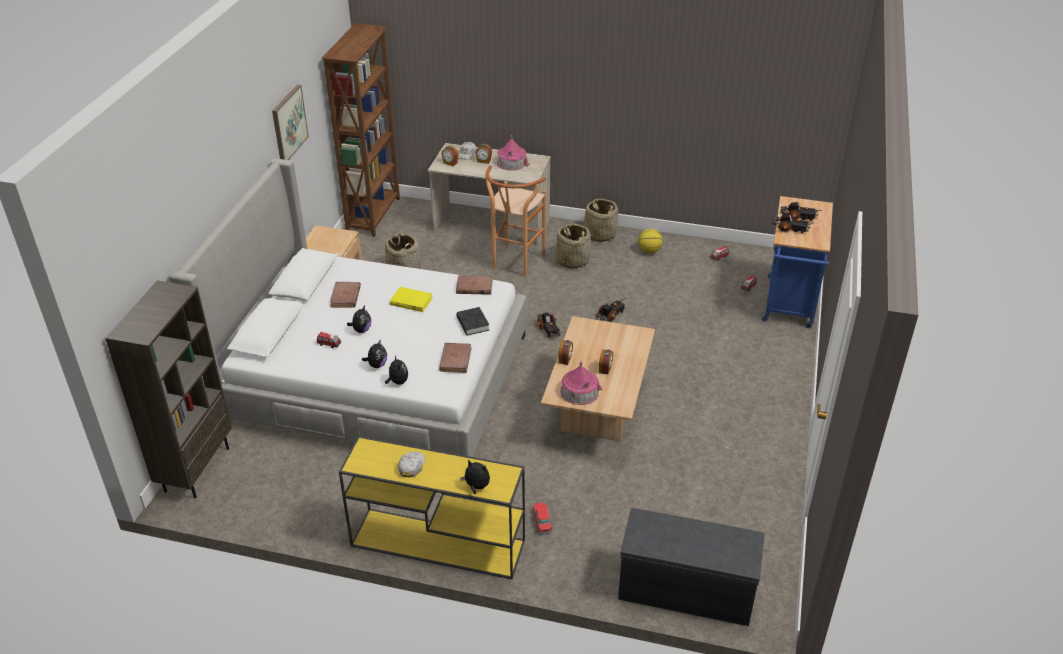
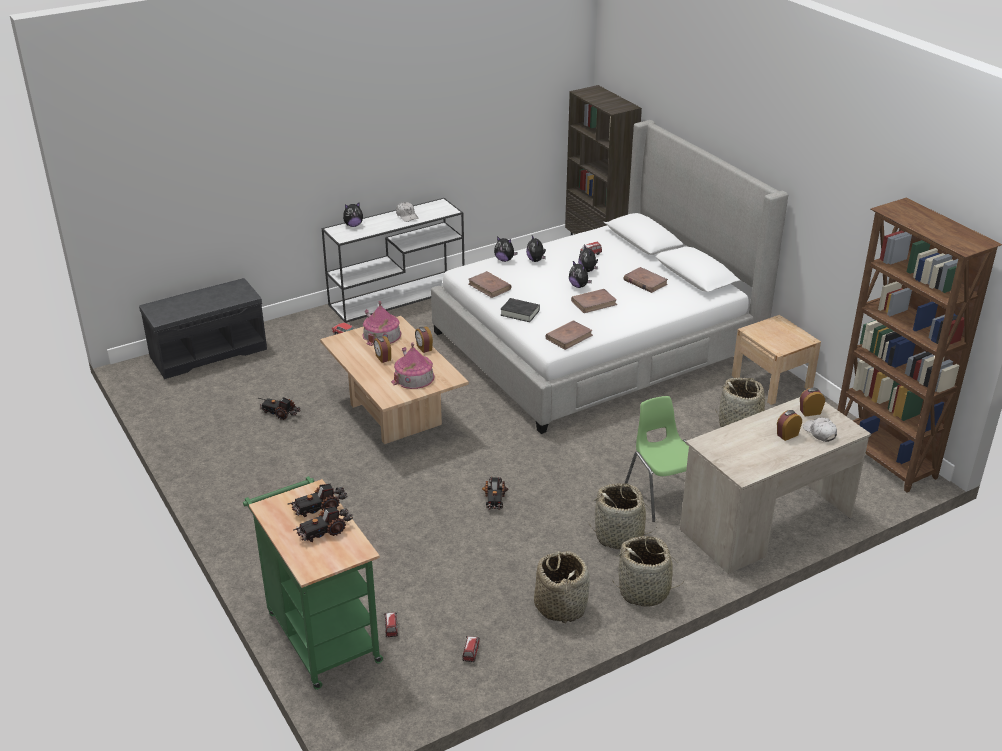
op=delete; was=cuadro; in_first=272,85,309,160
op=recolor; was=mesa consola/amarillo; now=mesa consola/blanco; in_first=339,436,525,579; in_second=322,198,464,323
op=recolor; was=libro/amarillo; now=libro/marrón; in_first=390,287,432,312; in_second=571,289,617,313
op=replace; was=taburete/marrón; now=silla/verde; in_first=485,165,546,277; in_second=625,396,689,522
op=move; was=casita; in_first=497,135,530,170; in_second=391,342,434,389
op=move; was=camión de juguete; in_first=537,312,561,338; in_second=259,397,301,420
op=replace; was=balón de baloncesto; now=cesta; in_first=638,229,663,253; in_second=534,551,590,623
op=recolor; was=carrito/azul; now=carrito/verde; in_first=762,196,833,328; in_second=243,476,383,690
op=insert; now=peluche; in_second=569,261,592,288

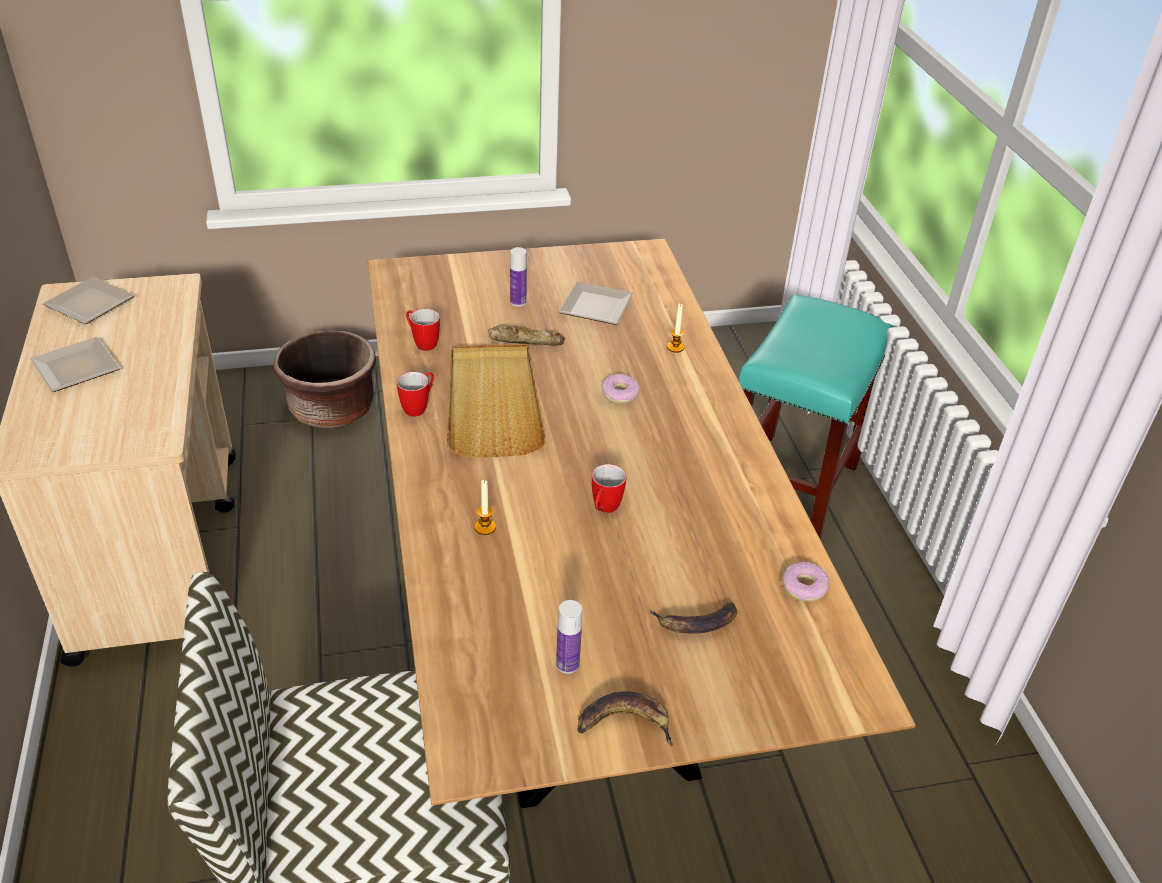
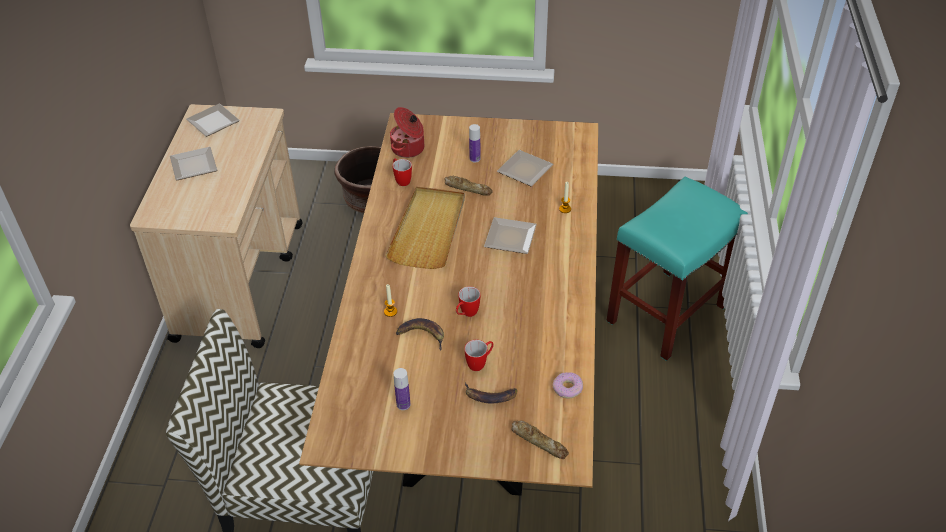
op=move; was=taza grande; in_first=397,372,434,417; in_second=464,340,494,371
op=move; was=plátano; in_first=578,691,673,746; in_second=396,318,444,350
op=replace; was=rosquilla; now=plato; in_first=601,374,640,404; in_second=484,217,537,254
op=insert; now=olla; in_second=390,107,424,158
op=insert; now=pan; in_second=512,420,569,459

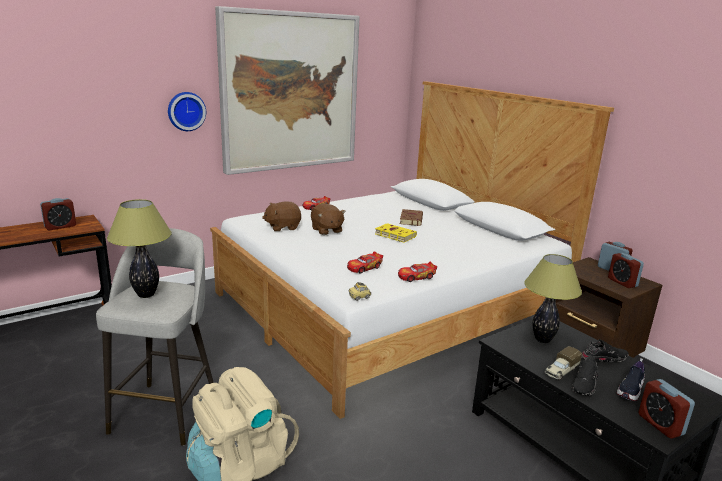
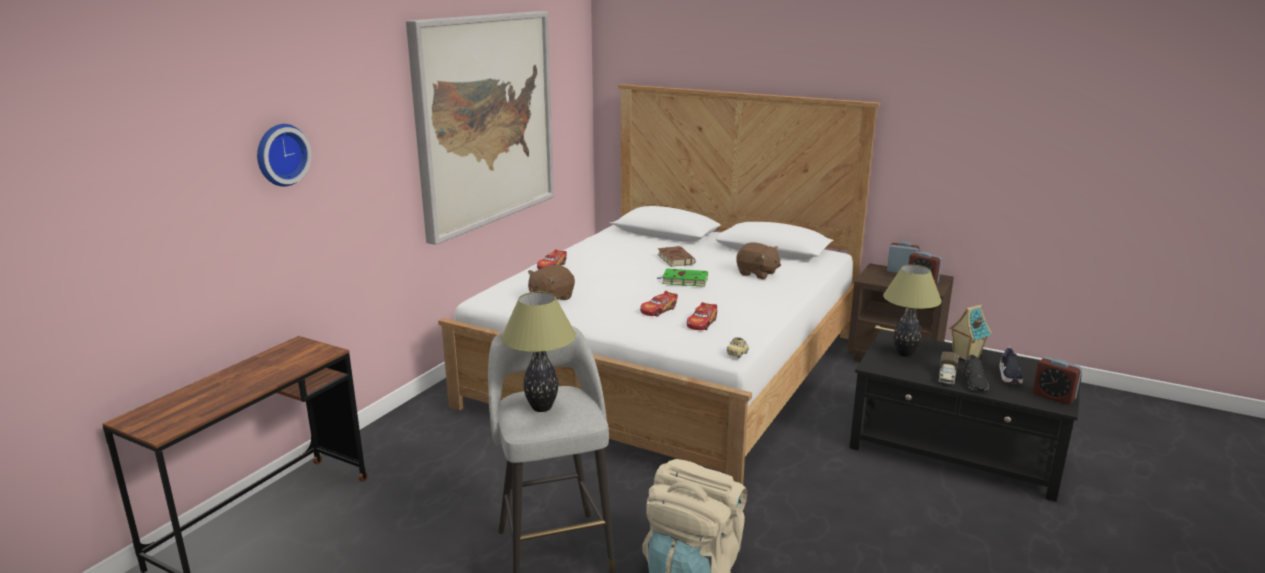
op=delete; was=despertador; in_first=40,198,76,231
op=move; was=reloj de pared; in_first=168,92,206,131; in_second=257,124,312,187
op=move; was=peluche/marrón; in_first=311,203,346,235; in_second=736,242,781,279
op=recolor; was=libro/amarillo; now=libro/verde; in_first=375,223,417,243; in_second=657,268,708,287
op=move; was=coche de juguete; in_first=398,261,437,282; in_second=640,291,678,317
op=replace; was=zapato/negro; now=casita; in_first=582,339,629,363; in_second=949,305,992,360

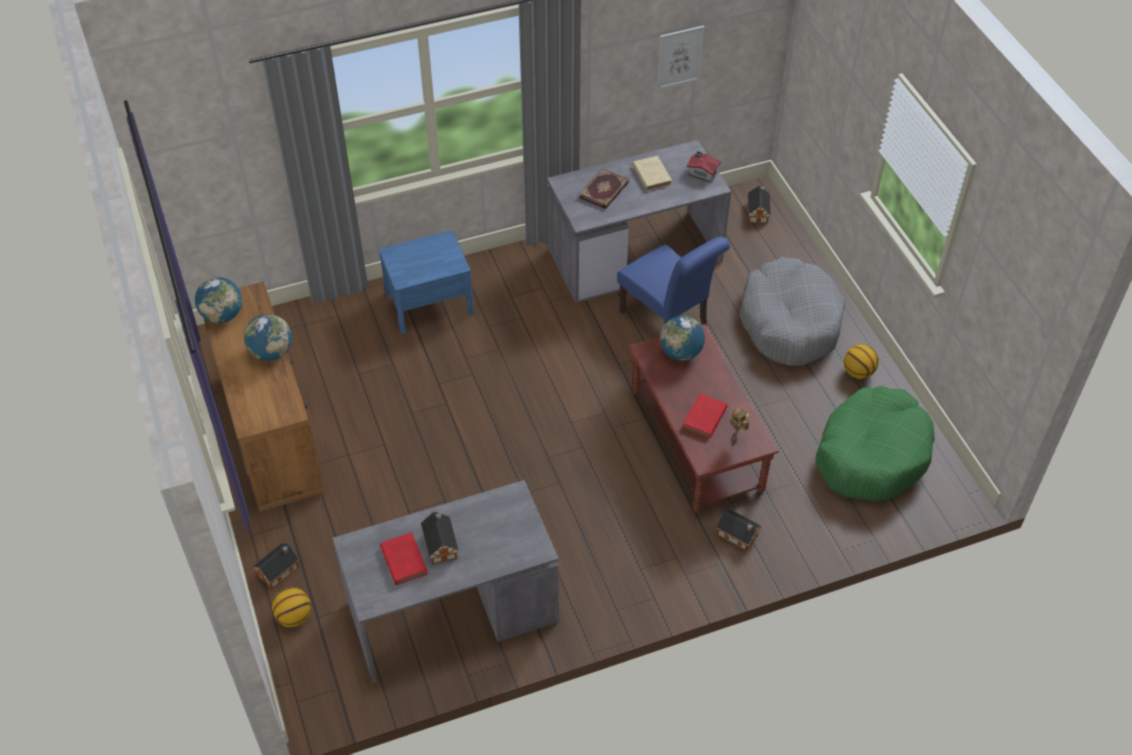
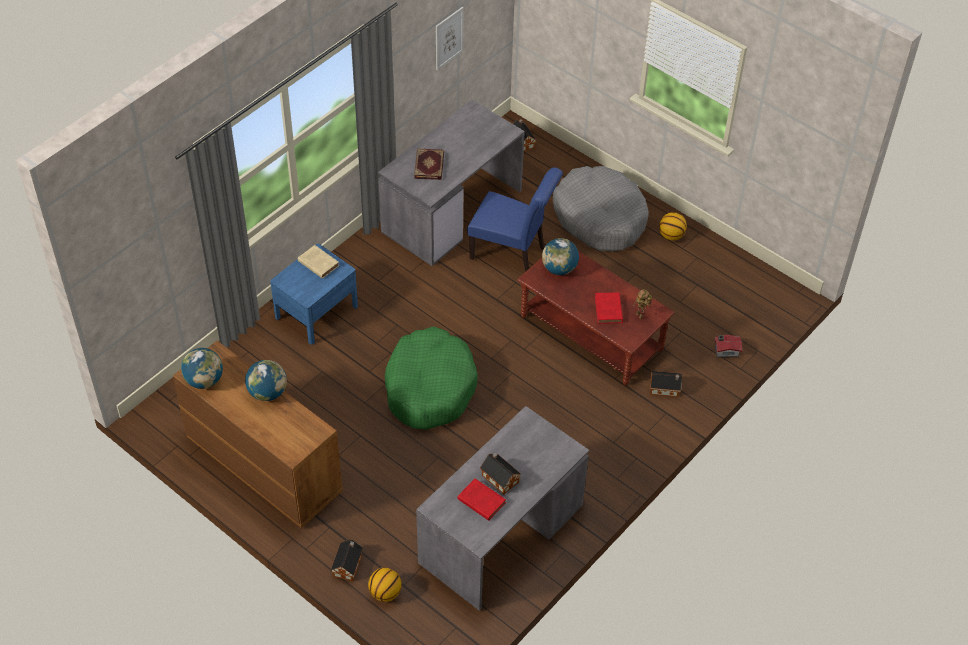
op=move; was=libro/beis; in_first=633,156,672,191; in_second=298,245,339,279
op=move; was=casita; in_first=687,151,721,183; in_second=714,335,742,358
op=move; was=cama para perro/verde; in_first=816,386,935,501; in_second=385,326,478,430

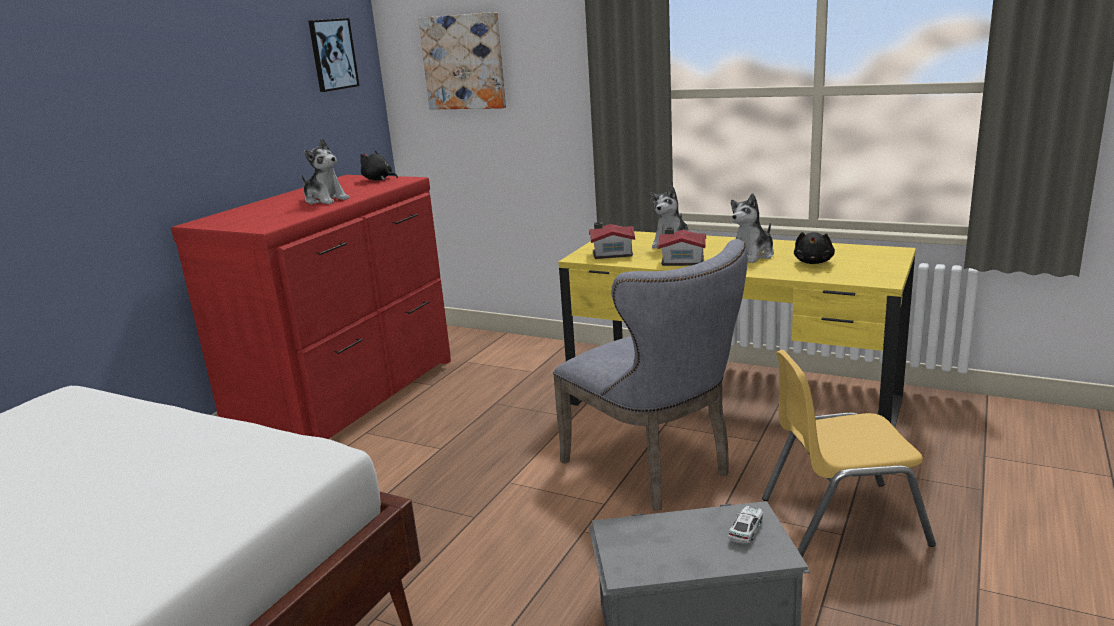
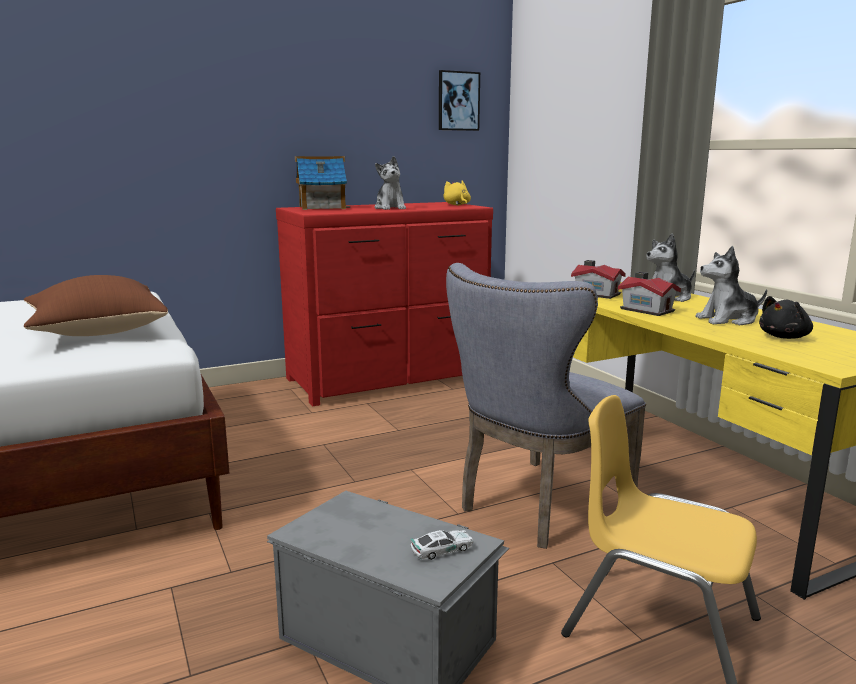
op=recolor; was=peluche/negro; now=peluche/amarillo; in_first=360,150,398,180; in_second=444,181,471,205
op=delete; was=cuadro; in_first=418,12,506,110
op=rotate; was=silla/gris; in_first=553,239,748,511; in_second=446,263,646,549; clockwise=45
op=insert; now=cojín/marrón; in_second=24,275,168,336
op=insert; now=casita; in_second=295,156,350,210

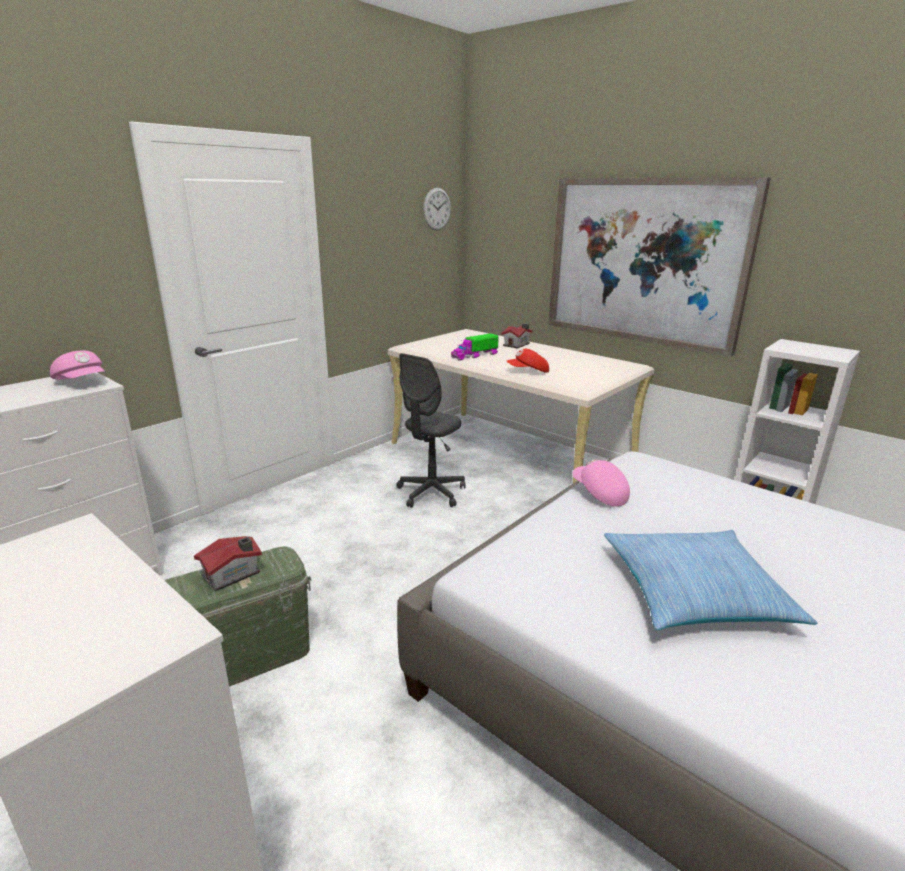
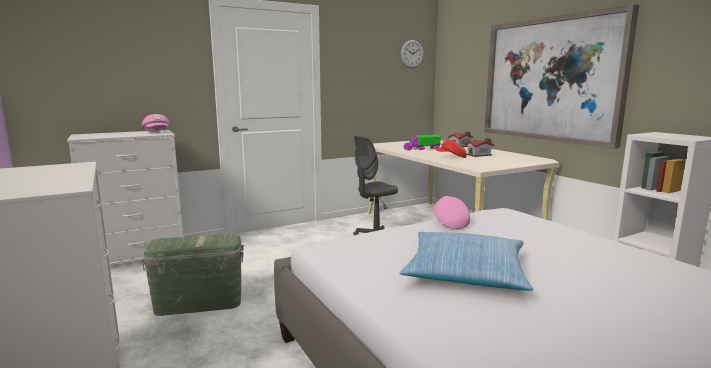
op=move; was=casita; in_first=194,536,262,592; in_second=465,138,495,157

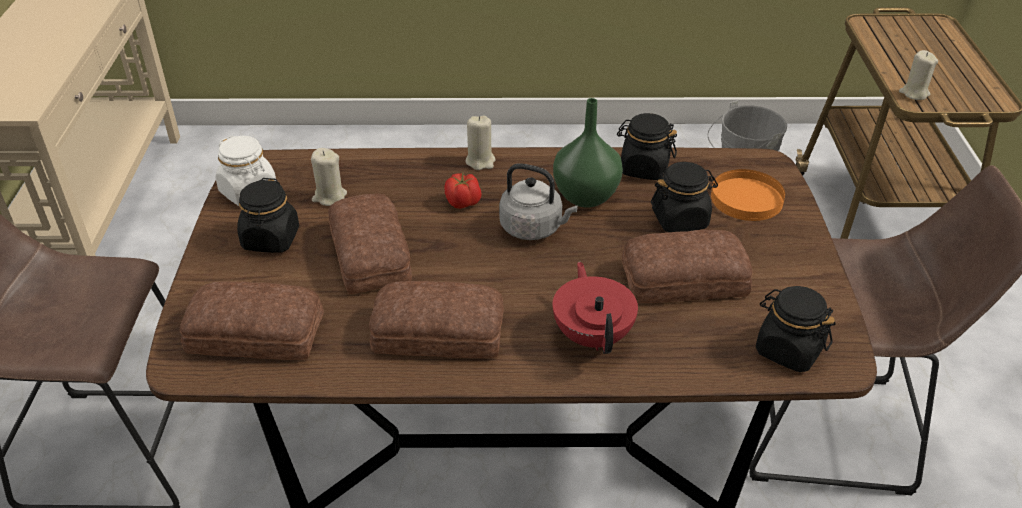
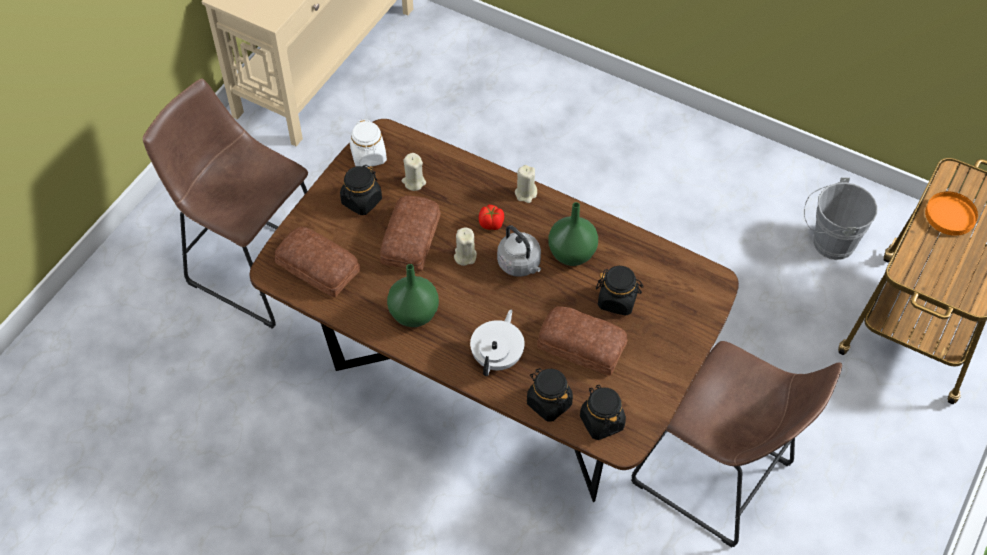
op=replace; was=pan; now=florero/verde; in_first=369,281,504,358; in_second=387,264,439,327
op=recolor; was=tetera/rojo; now=tetera/blanco; in_first=553,262,638,354; in_second=470,310,525,376
op=move; was=tarro/negro; in_first=617,113,677,180; in_second=527,368,573,421
op=move; was=plato/naranja; in_first=711,169,785,221; in_second=925,191,978,236
op=move; was=vela/beis; in_first=899,50,938,100; in_second=454,228,477,266

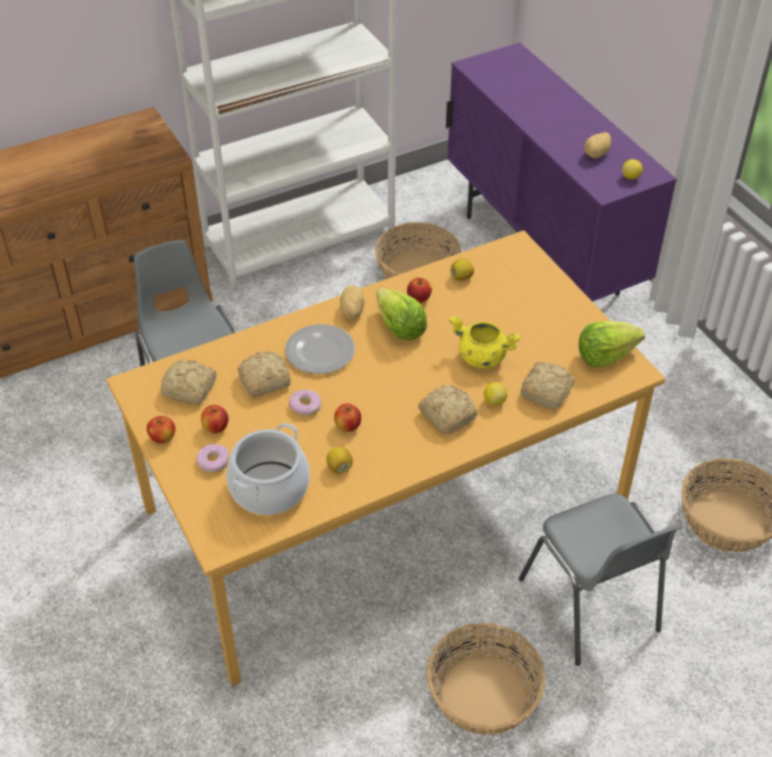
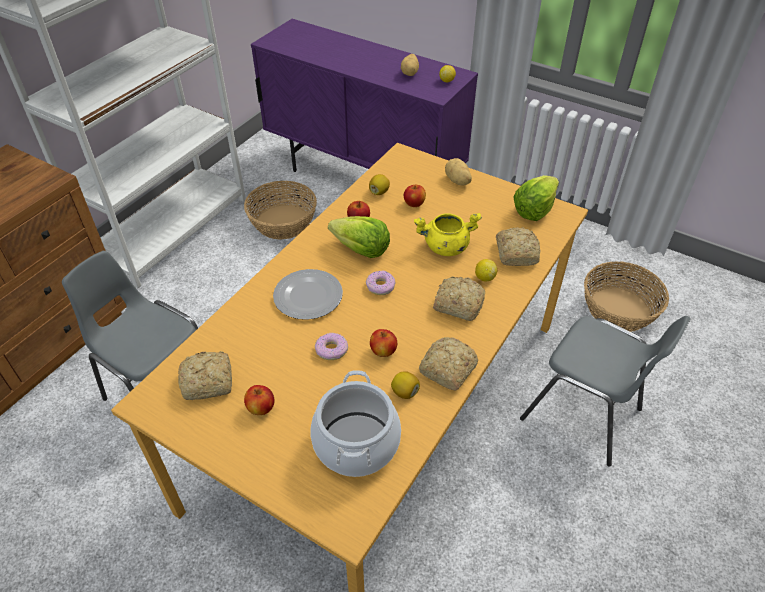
op=move; was=manzana; in_first=147,416,176,444; in_second=404,185,426,207
op=move; was=rosquilla; in_first=196,444,230,473; in_second=366,271,396,295
op=move; was=pan; in_first=237,351,291,397; in_second=419,337,478,391
op=move; was=patata; in_first=340,285,365,319; in_second=445,158,472,186
op=delete; was=cesta; in_first=427,623,546,735

